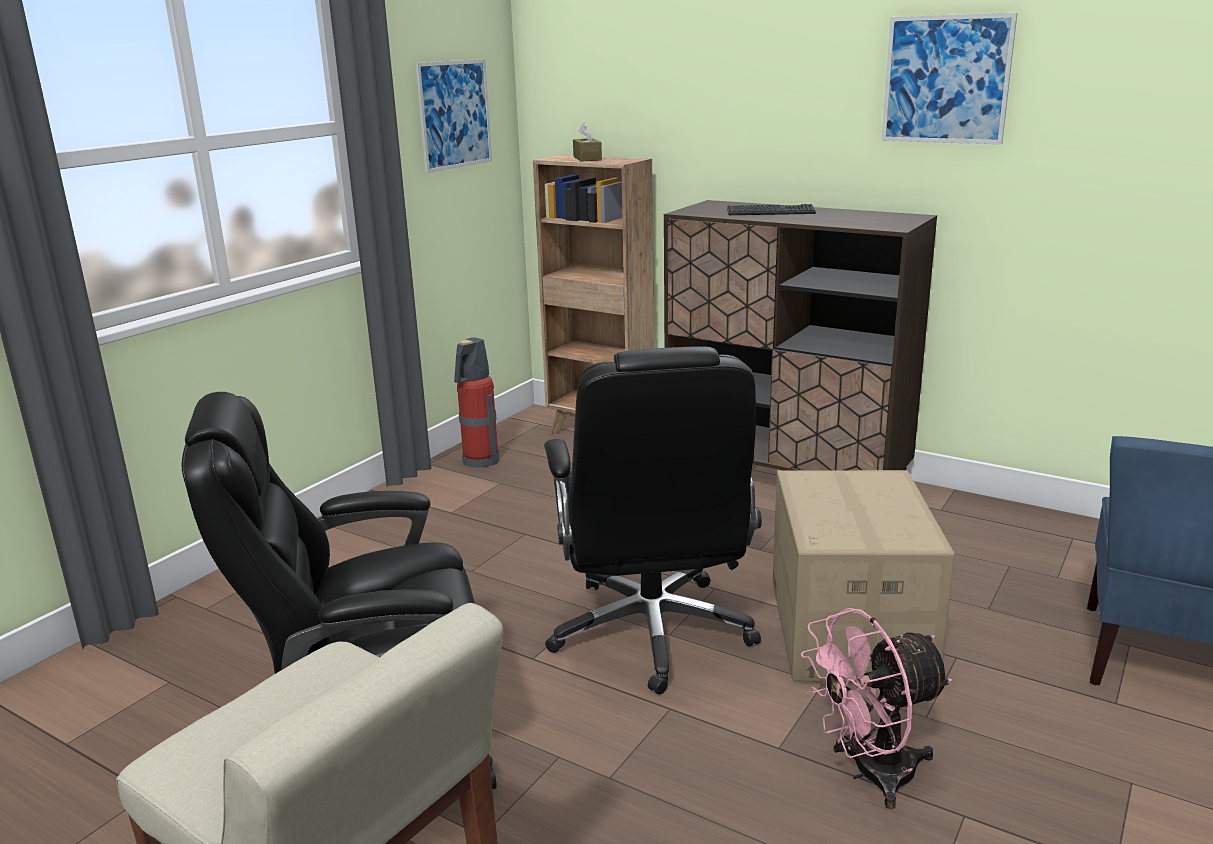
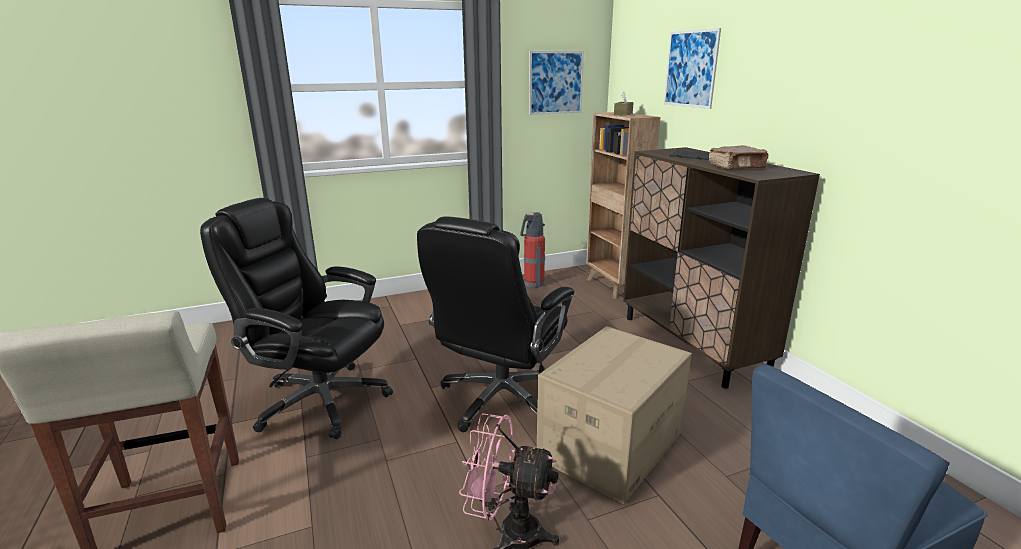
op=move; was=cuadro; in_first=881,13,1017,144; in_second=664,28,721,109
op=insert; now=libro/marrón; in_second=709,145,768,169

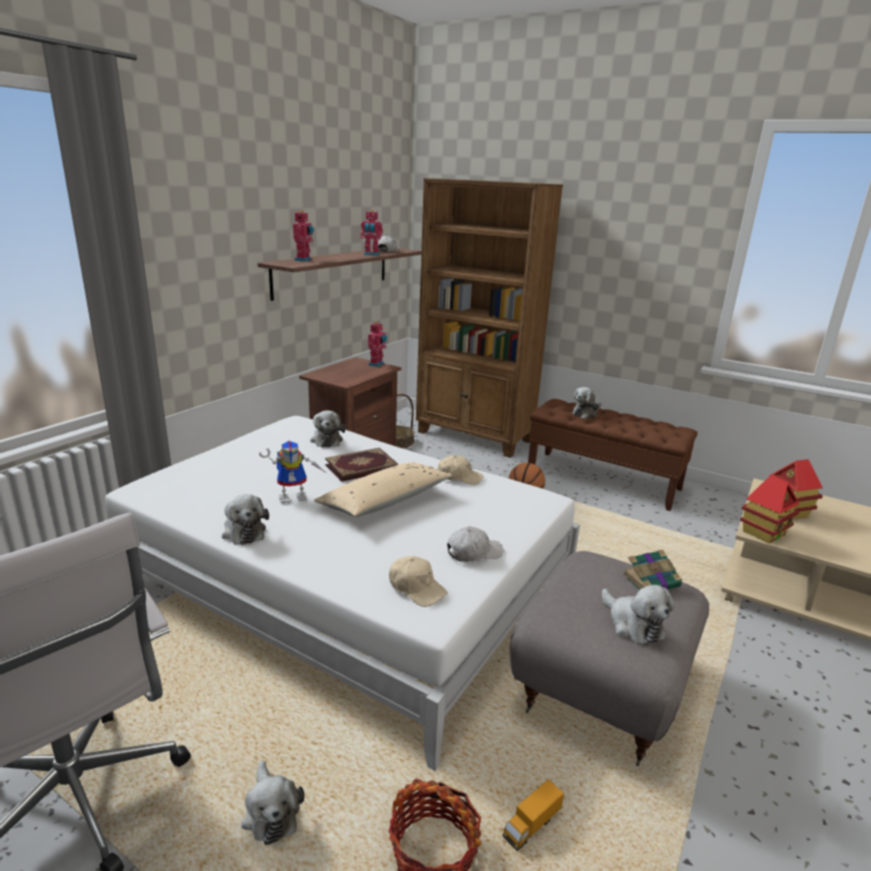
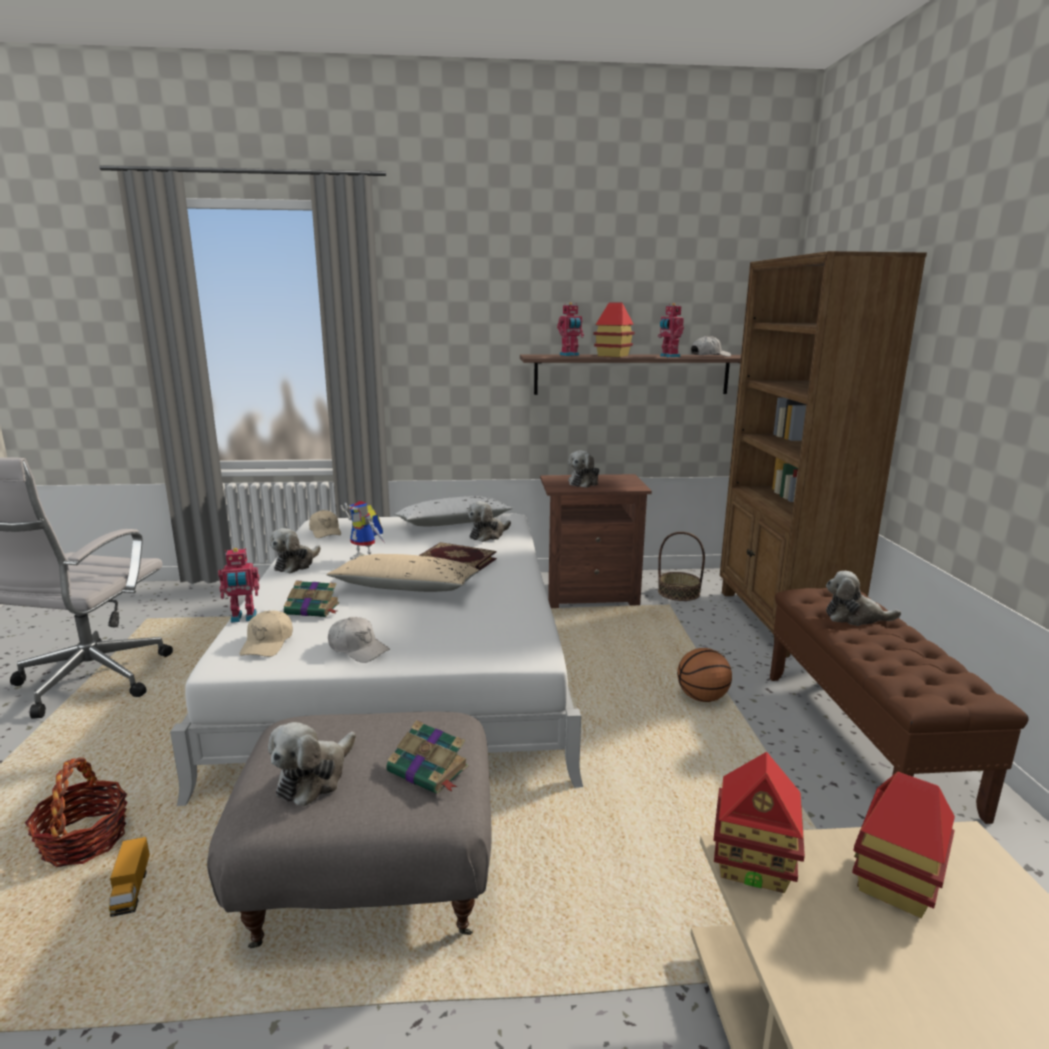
op=move; was=peluche; in_first=241,760,304,845; in_second=568,450,600,488
op=move; was=robot de juguete; in_first=368,322,387,367; in_second=218,548,259,623
op=move; was=gorra/beis; in_first=438,455,483,485; in_second=309,510,341,538
op=rotate; was=camión de juguete; in_first=502,779,564,851; in_second=109,837,150,917; clockwise=-120
op=insert; now=libro; in_second=284,581,339,617
op=insert; now=cojín/blanco; in_second=395,496,512,526
op=insert; now=casita; in_second=593,303,635,357

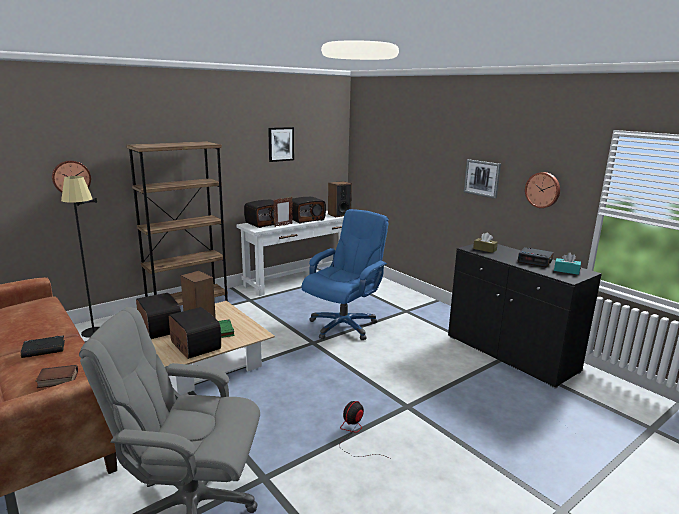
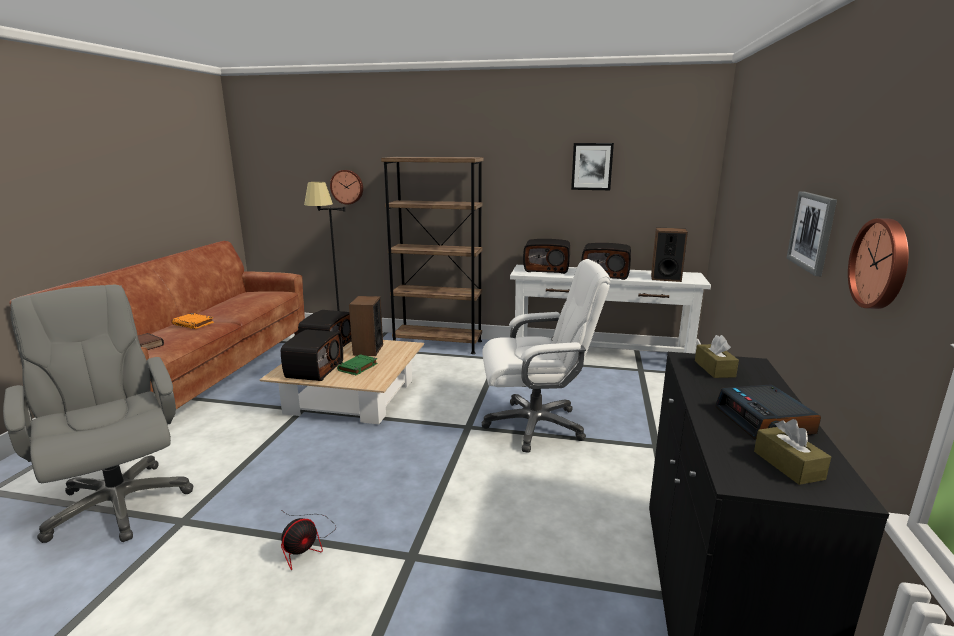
op=recolor; was=libro/negro; now=libro/naranja; in_first=21,335,65,358; in_second=172,313,214,329
op=delete; was=portarretratos; in_first=273,197,293,227
op=recolor; was=silla de oficina/azul; now=silla de oficina/blanco; in_first=301,209,388,340; in_second=482,259,610,453
op=rotate; was=ventilador; in_first=340,401,390,459; in_second=281,512,336,570; clockwise=135
op=recolor; was=caja de pañuelos/turquesa; now=caja de pañuelos/marrón; in_first=554,252,581,275; in_second=754,419,831,485

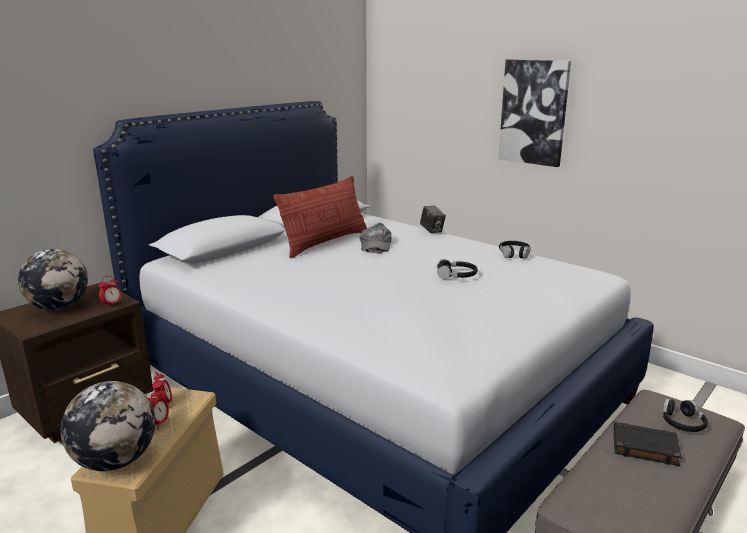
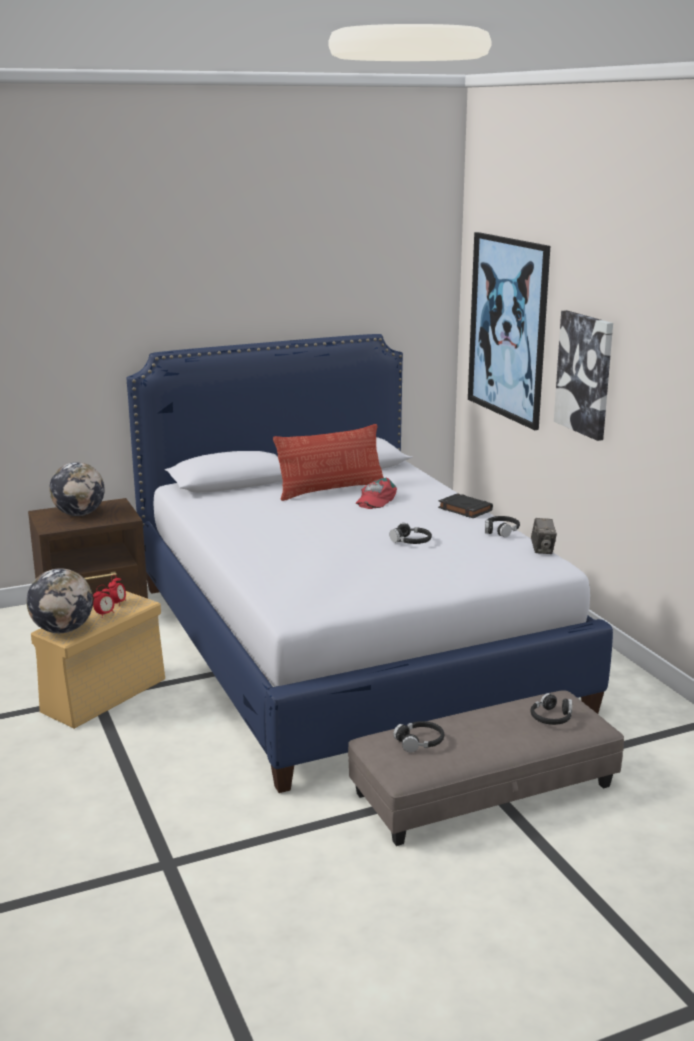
op=delete; was=despertador; in_first=98,276,122,308
op=recolor; was=gorra/gris; now=gorra/rojo; in_first=359,223,392,253; in_second=356,478,397,509
op=move; was=cámara; in_first=420,206,446,233; in_second=531,518,557,554
op=move; was=libro/negro; in_first=613,422,682,466; in_second=438,493,493,518
op=insert; now=auriculares/negro; in_second=393,721,444,752
op=insert; now=cuadro; in_second=468,232,550,430

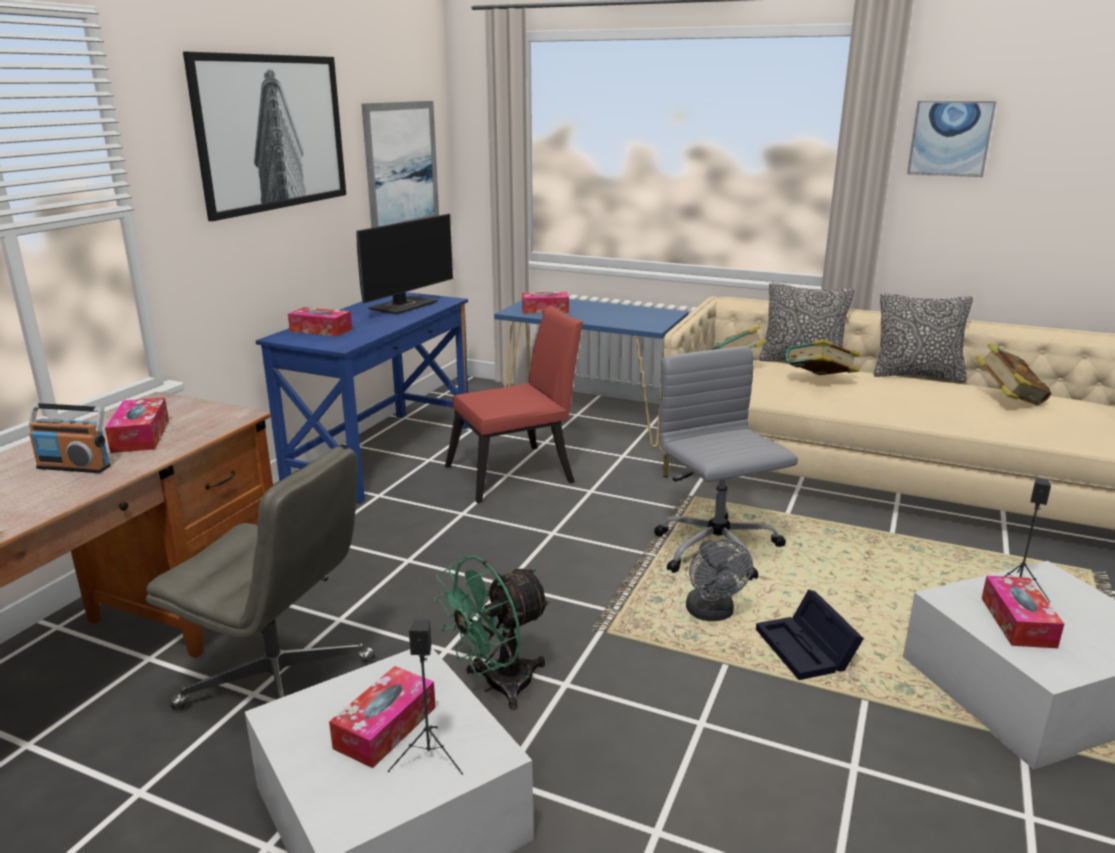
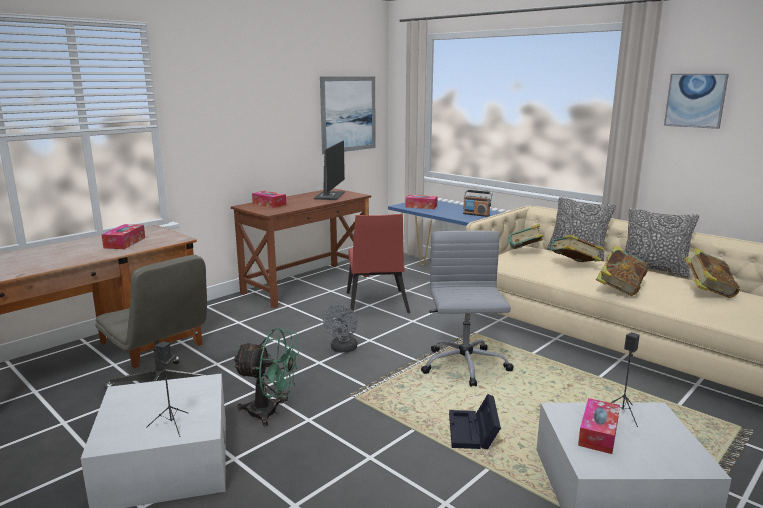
op=move; was=radio; in_first=28,403,111,473; in_second=463,190,493,217
op=delete; was=cuadro; in_first=183,52,346,221
op=recolor; was=escritorio/azul; now=escritorio/marrón; in_first=256,292,469,504; in_second=231,188,371,308
op=delete; was=caja de pañuelos; in_first=329,666,436,768
op=rotate; was=monitor; in_first=356,214,453,315; in_second=314,141,345,200; clockwise=-45
op=rotate; was=ventilador/verde; in_first=434,556,551,710; in_second=232,328,300,427; clockwise=-150
op=rotate; was=silla/rojo; in_first=445,306,583,503; in_second=347,214,410,314; clockwise=90
op=move; was=ventilador/gris; in_first=686,540,753,621; in_second=323,304,358,353
op=insert; now=libro; in_second=596,246,648,296

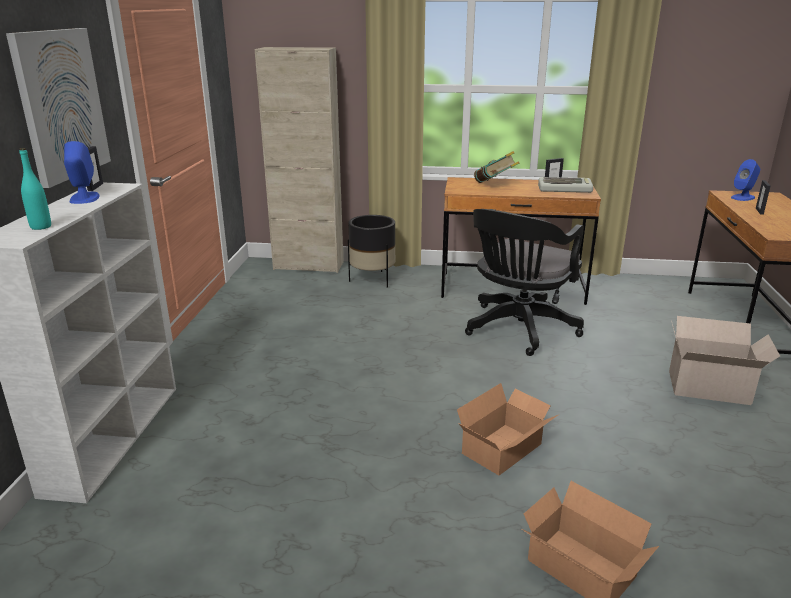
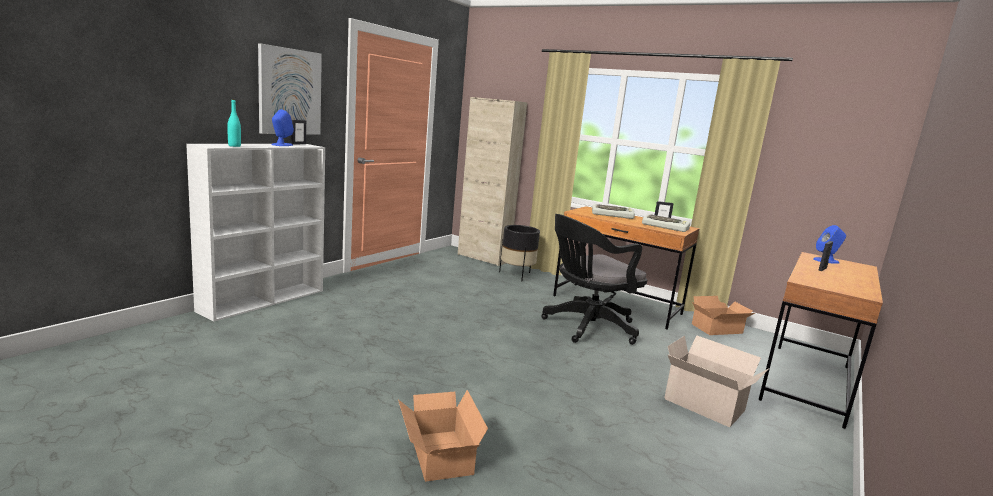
op=move; was=caja de cartón; in_first=457,383,558,475; in_second=692,296,755,335
op=replace; was=libro; now=teclado; in_first=474,151,519,183; in_second=592,204,635,219

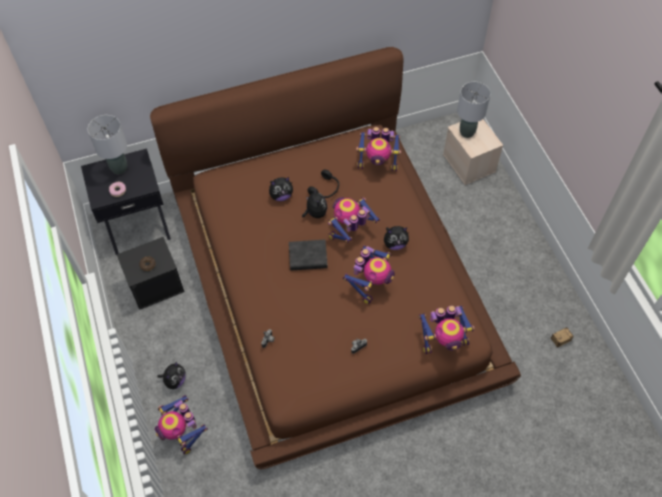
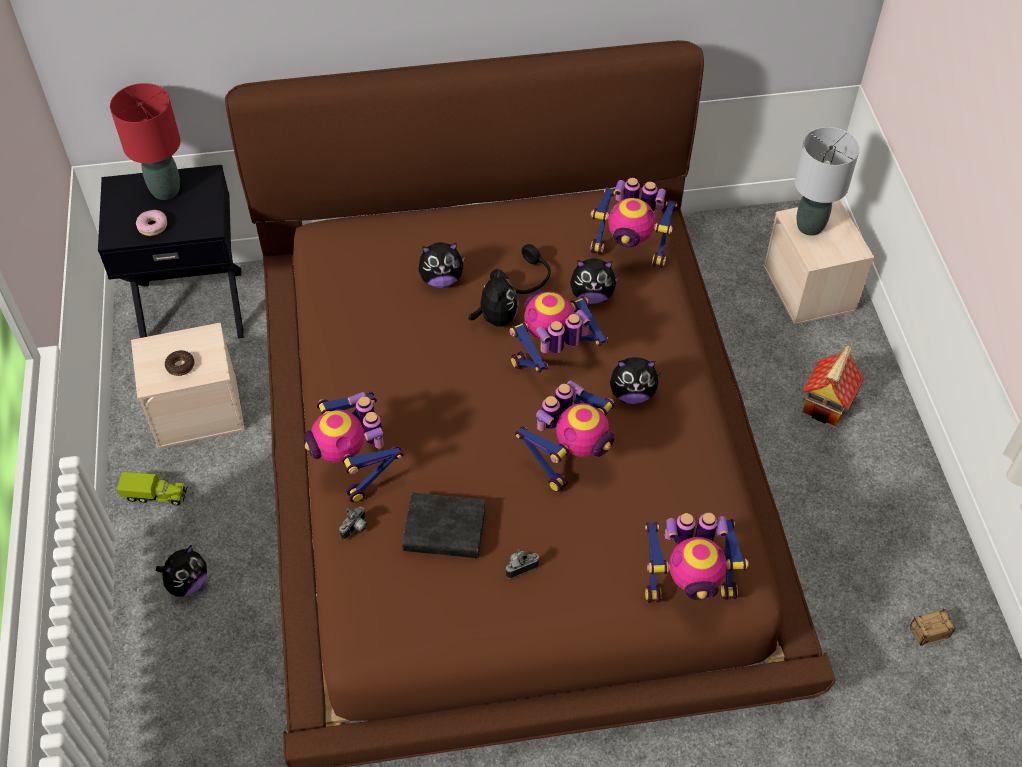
op=recolor; was=lámpara de mesa/gris; now=lámpara de mesa/rojo; in_first=88,115,127,174; in_second=110,83,180,200
op=recolor; was=caja de almacenaje/negro; now=caja de almacenaje/beis; in_first=117,237,185,310; in_second=131,322,245,449
op=move; was=robot de juguete; in_first=155,395,208,455; in_second=304,392,403,502
op=move; was=libro/negro; in_first=289,239,328,271; in_second=402,492,485,558
op=insert; now=camión de juguete; in_second=117,472,188,505
op=insert; now=peluche; in_second=570,258,619,304
op=insert; now=casita; in_second=803,345,864,426

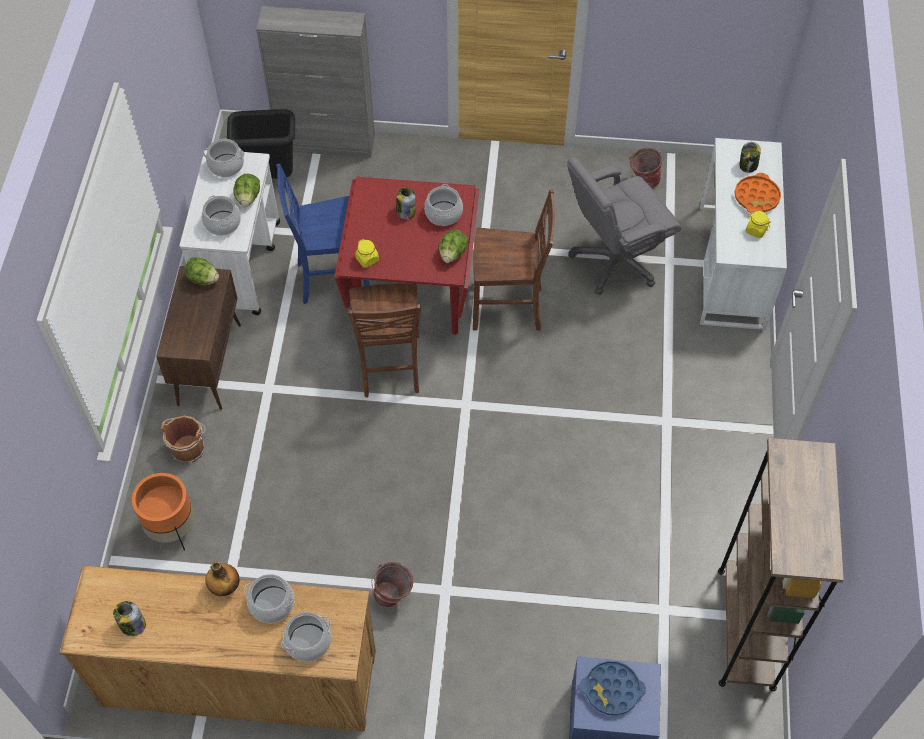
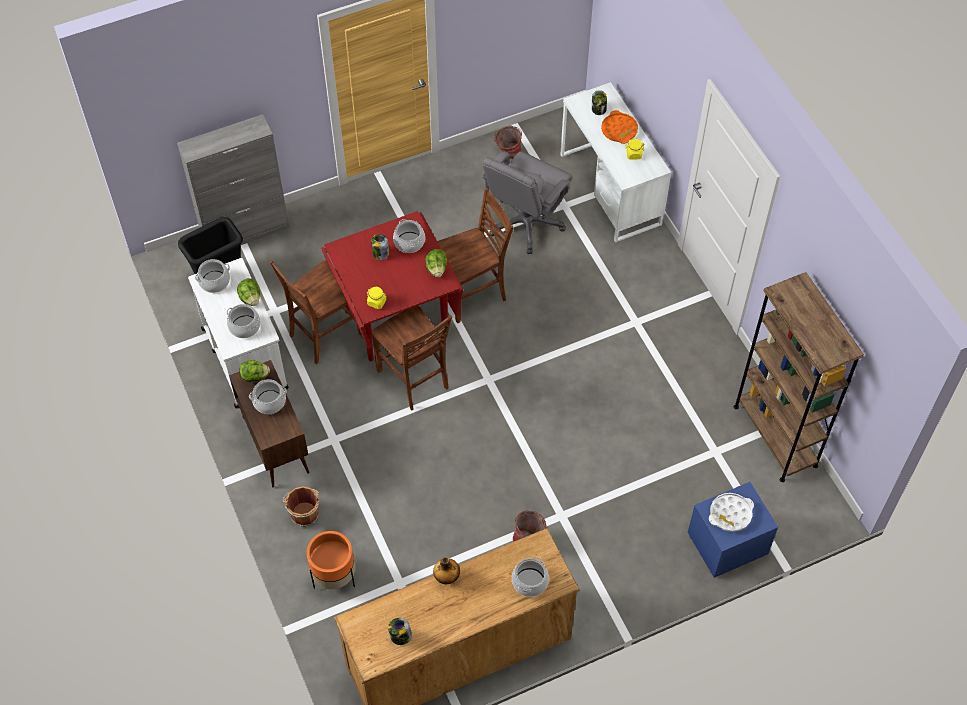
op=move; was=olla; in_first=244,574,295,623; in_second=249,379,287,414
op=recolor; was=silla/azul; now=silla/marrón; in_first=276,164,369,304; in_second=269,260,363,364
op=recolor; was=bandeja/azul; now=bandeja/blanco; in_first=580,661,646,716; in_second=709,493,754,532

